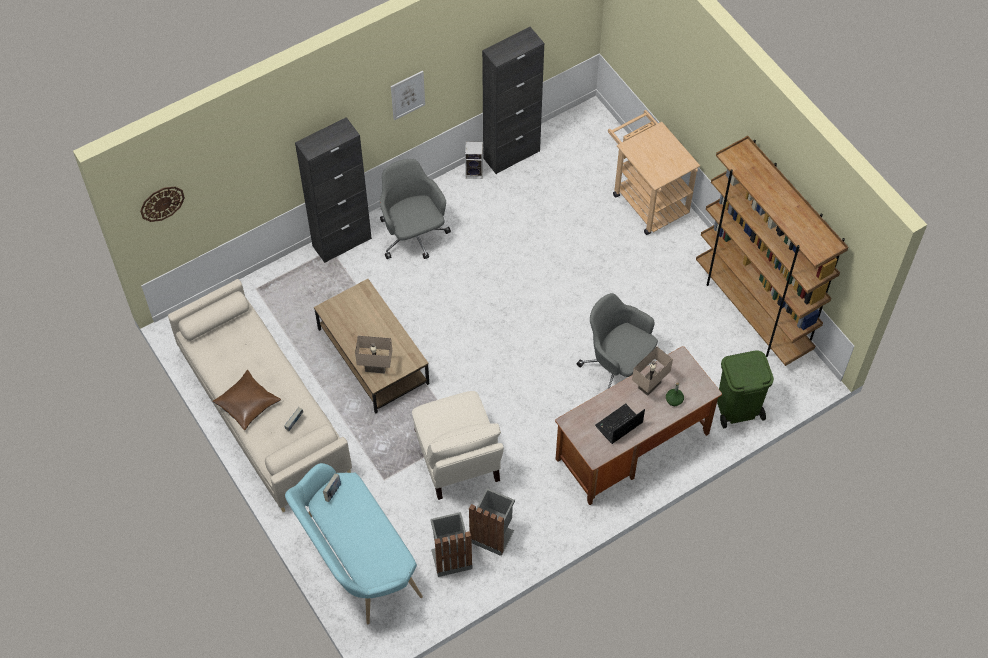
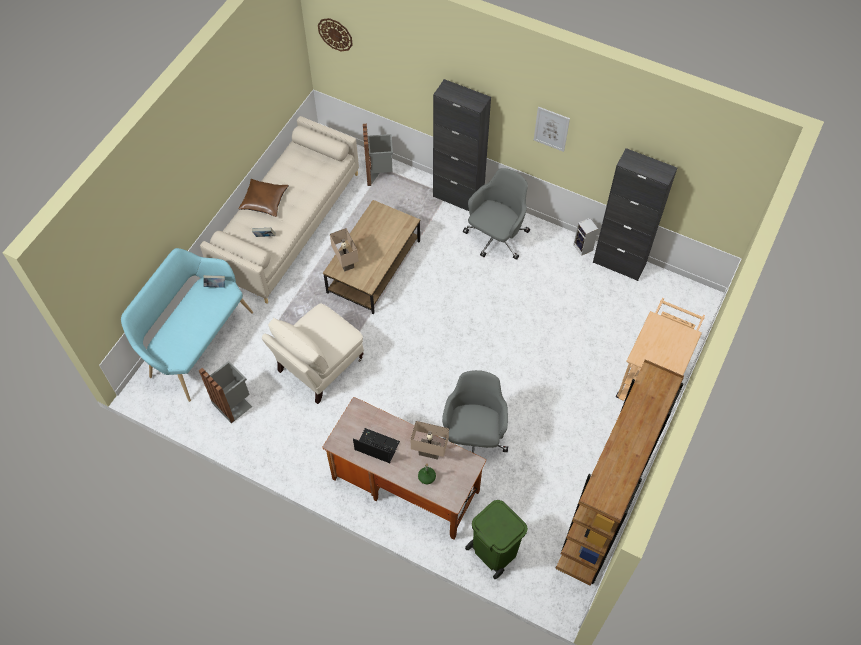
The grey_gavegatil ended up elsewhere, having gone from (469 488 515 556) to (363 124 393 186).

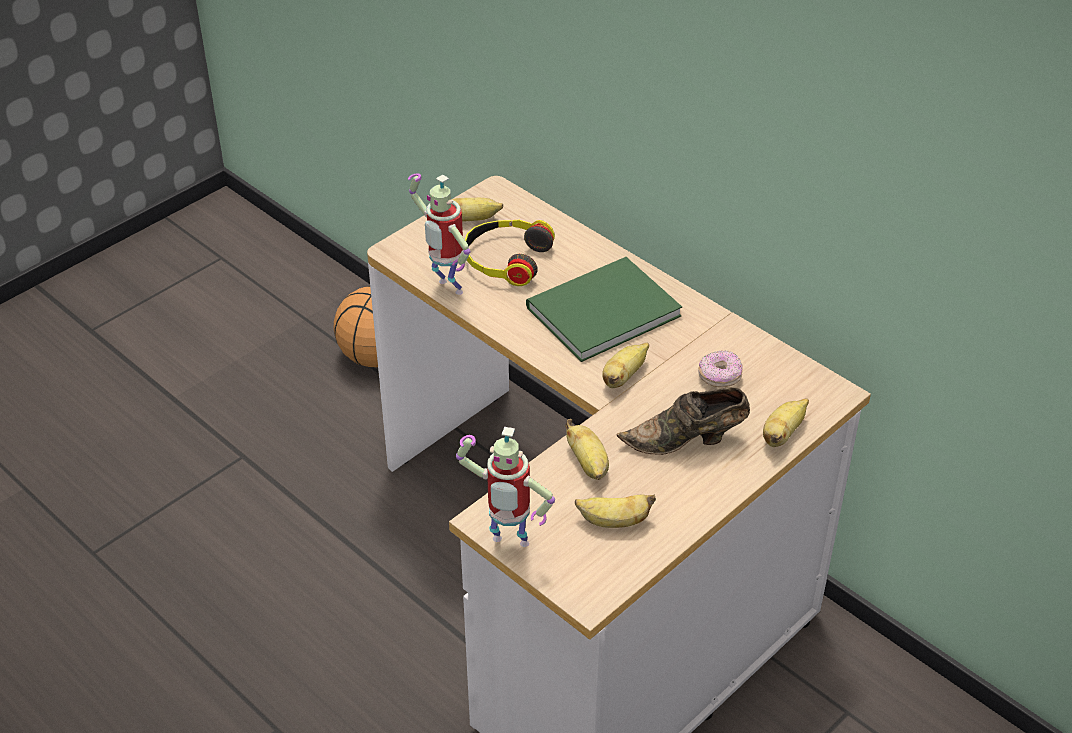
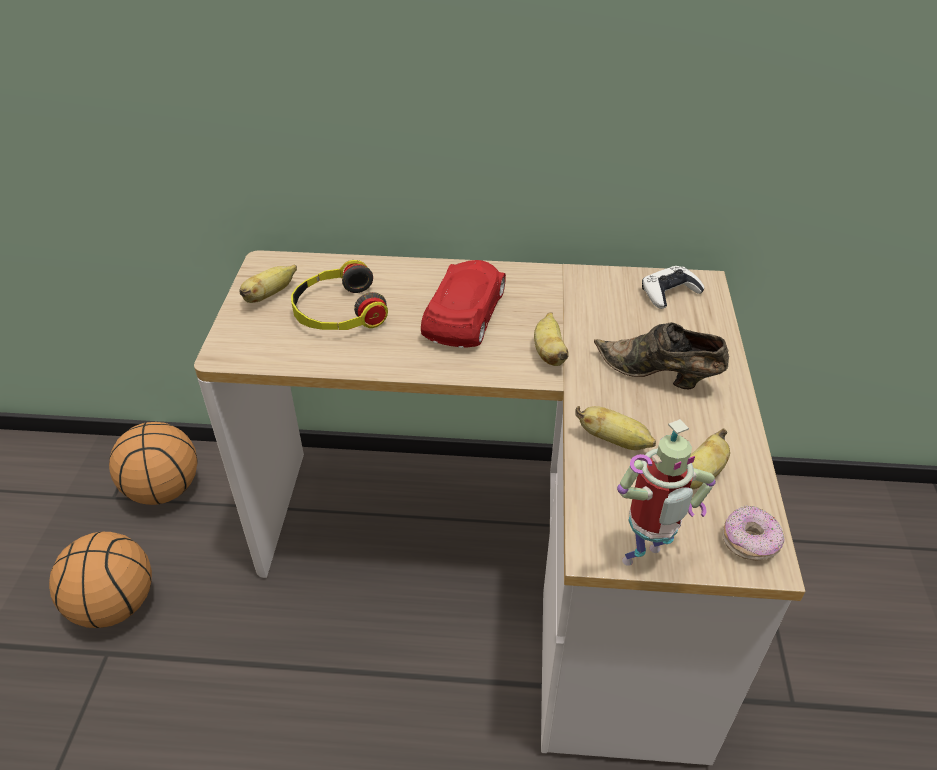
The second view lost the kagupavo at (408 173 471 295).
The second view lost the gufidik at (763 398 809 447).
The second view gained the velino at (49 532 152 628).
The second view gained the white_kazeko at (642 266 704 309).
The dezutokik ended up elsewhere, having gone from (698 350 743 387) to (722 506 785 561).
Where the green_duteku stood at (526 257 682 362), the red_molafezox came to stand at (421 260 506 348).
The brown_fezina at (617 387 750 455) ended up facing another way, 75 degrees clockwise from before.

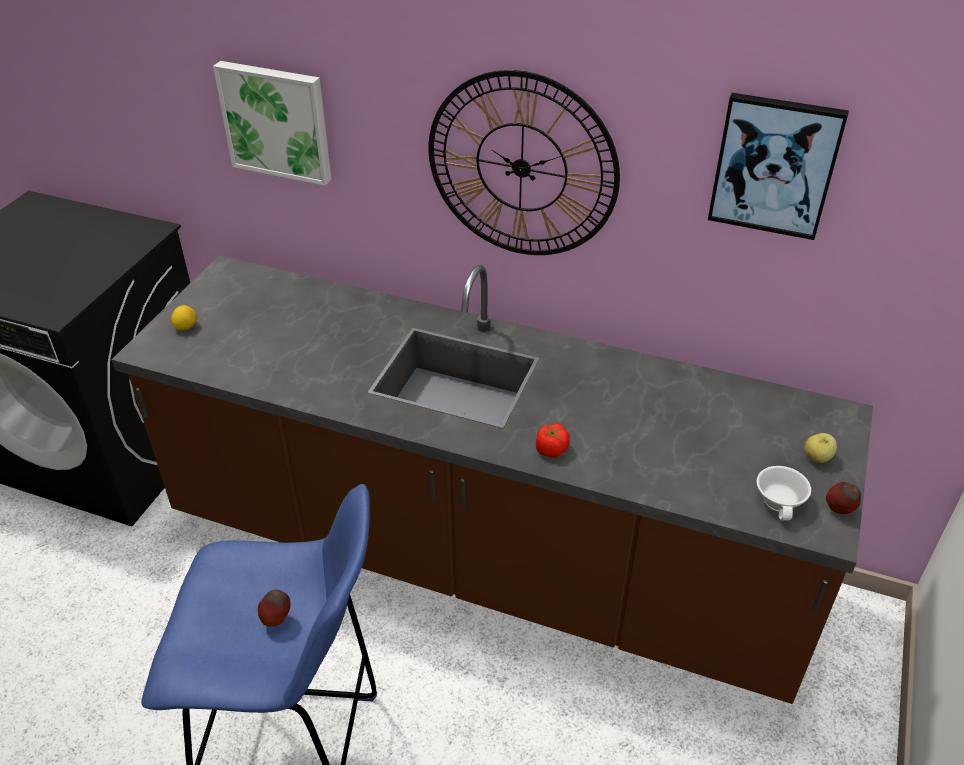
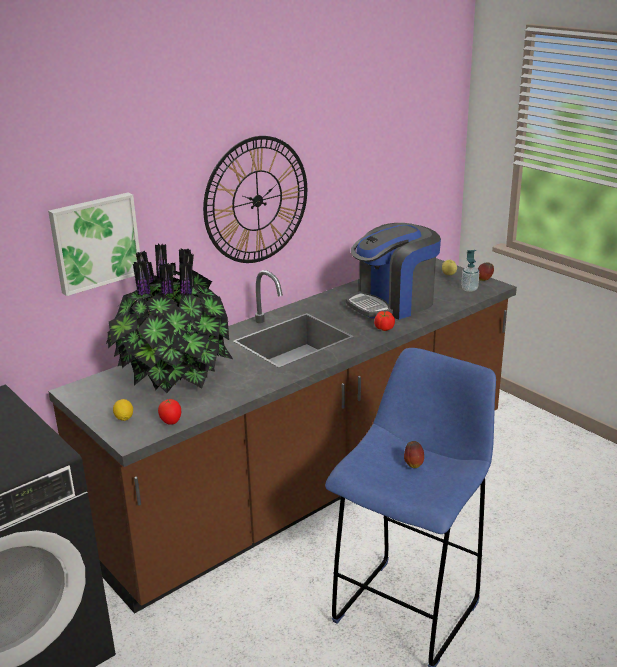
The second view lost the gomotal at (708 93 849 240).
The second view gained the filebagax at (106 243 233 393).
The second view gained the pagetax at (158 399 181 425).
The second view gained the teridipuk at (346 223 441 319).
Where the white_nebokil stood at (757 466 811 521), the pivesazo came to stand at (461 250 479 292).

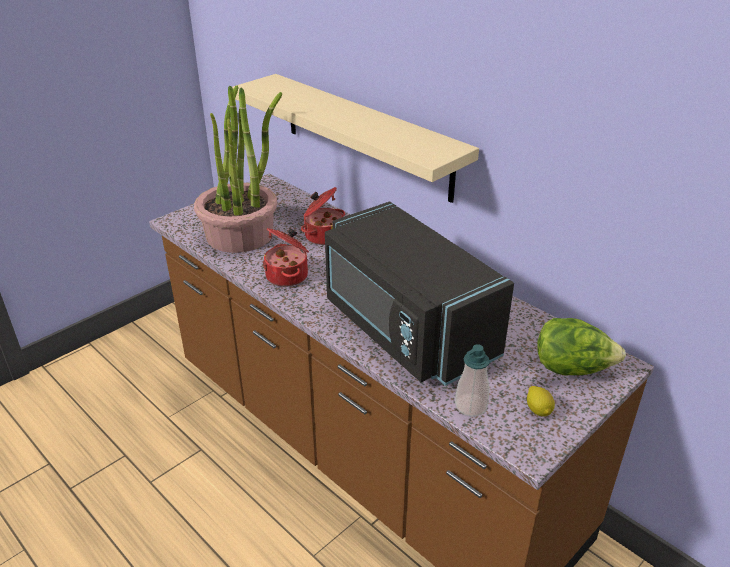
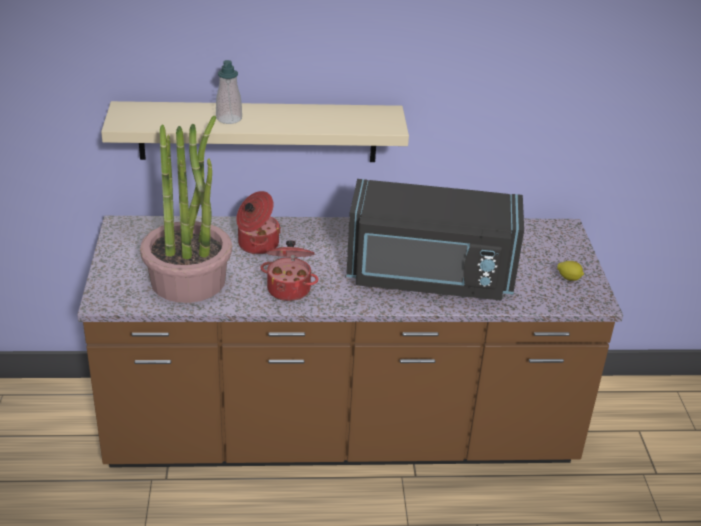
The second view lost the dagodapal at (538 318 626 375).
The pivesazo ended up elsewhere, having gone from (455 344 490 417) to (216 60 242 124).

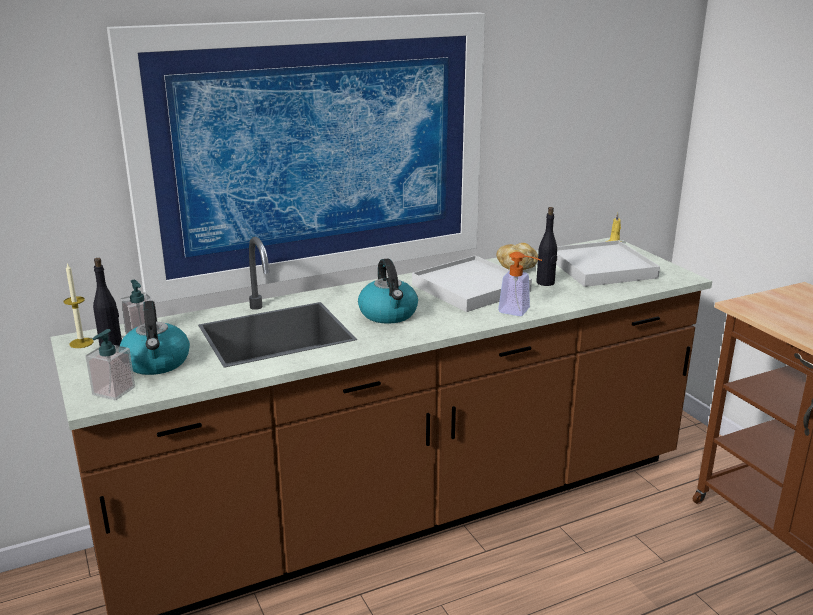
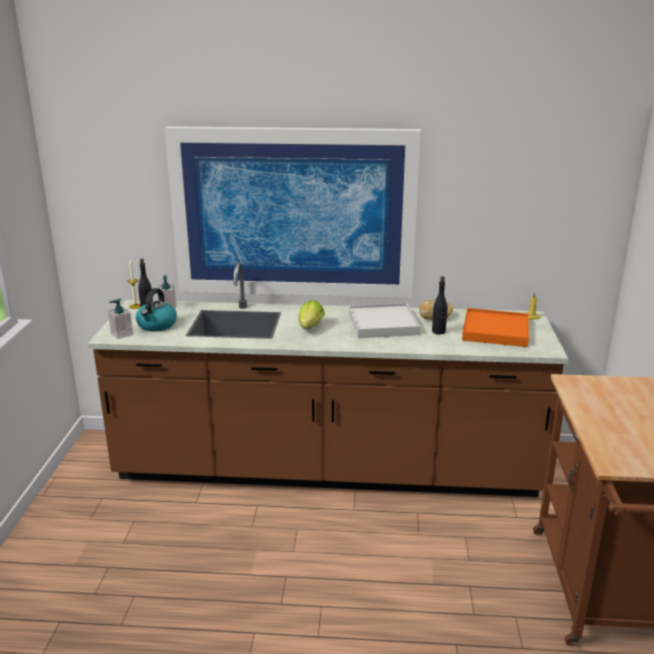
The second view lost the pivesazo at (498 252 542 316).
Where the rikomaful stood at (358 258 418 324), the dagodapal came to stand at (299 300 325 329).
What was the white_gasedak at (556 240 660 287) turned into the orange_gasedak at (462 308 529 347).

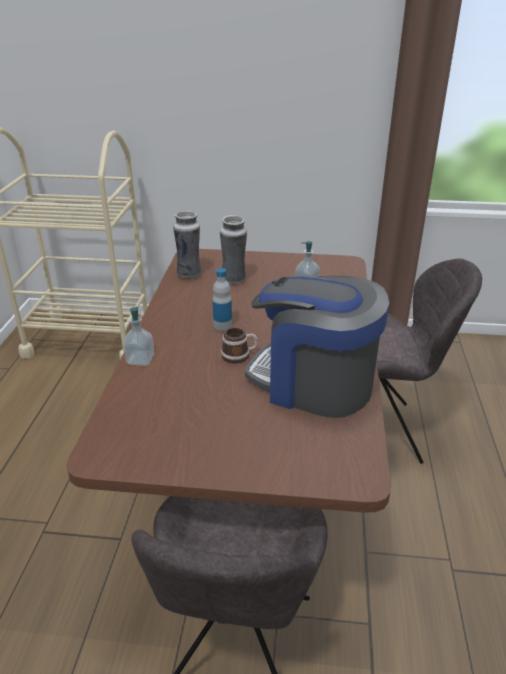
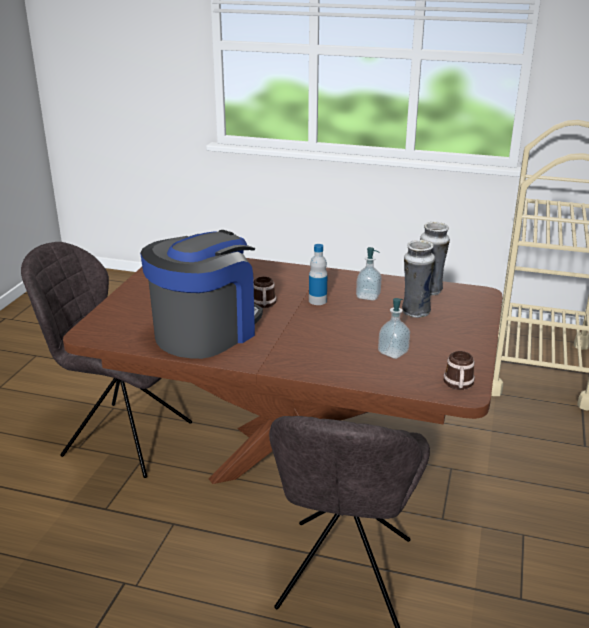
The second view gained the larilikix at (444 351 475 390).
The pivesazo ended up elsewhere, having gone from (123 307 154 366) to (356 247 382 301).

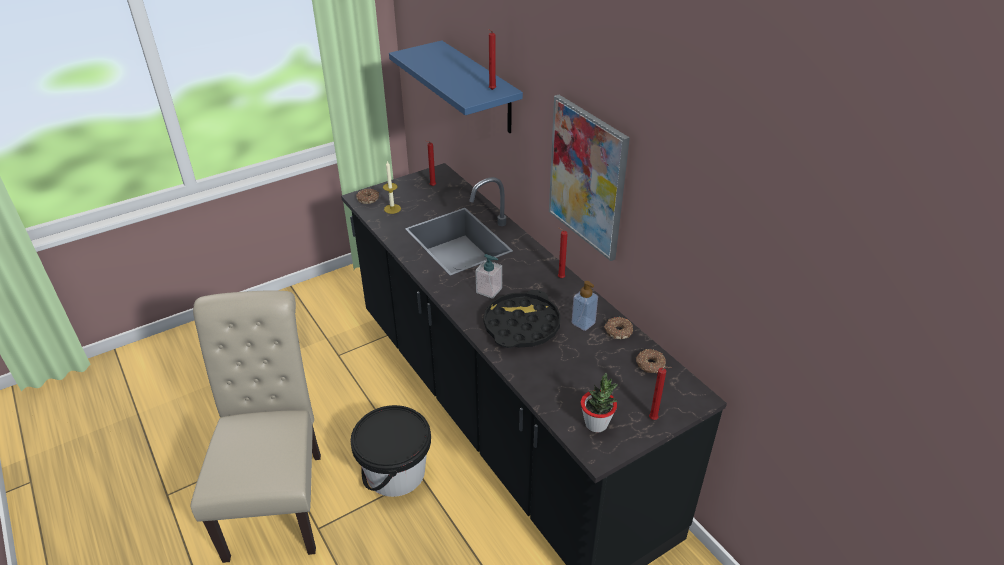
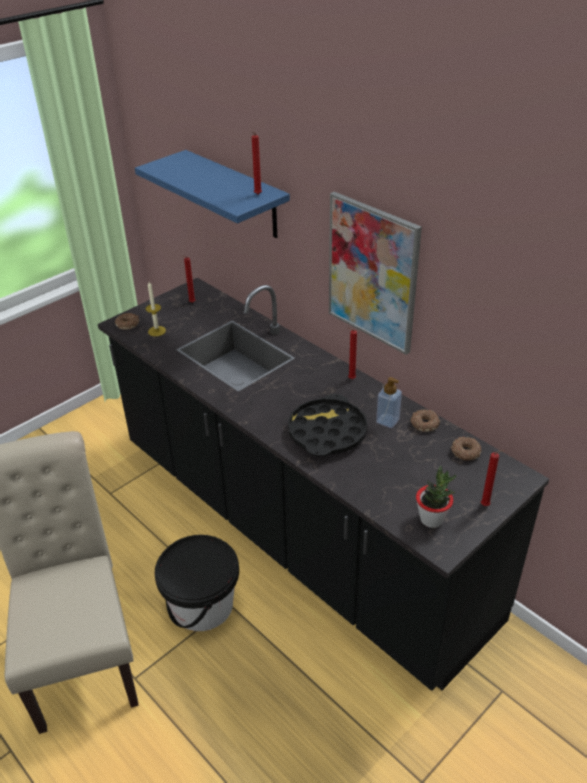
The second view lost the pivesazo at (475 254 502 299).

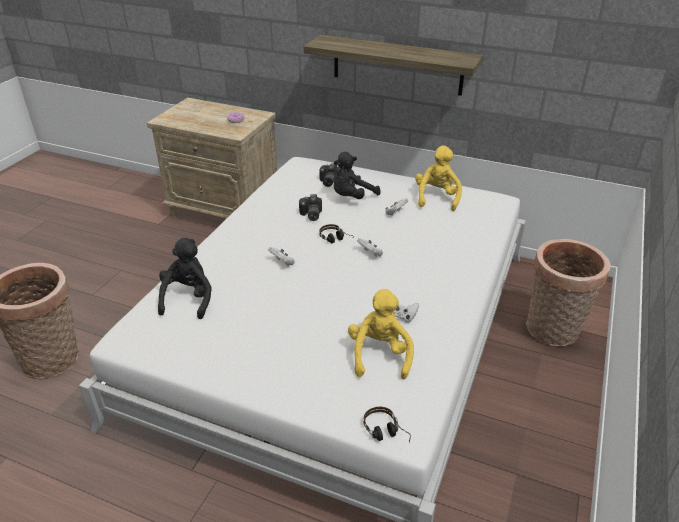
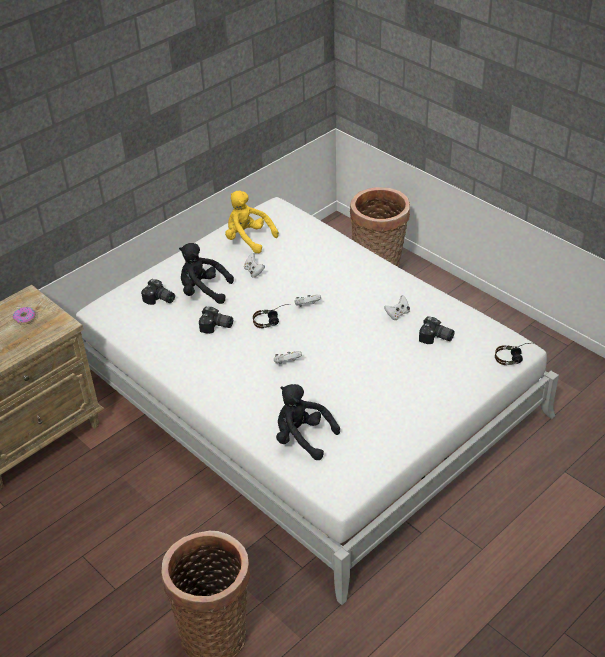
The second view lost the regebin at (304 35 483 96).
Where the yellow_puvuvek stood at (348 289 414 379), the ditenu came to stand at (419 316 455 344).
The black_puvuvek at (334 152 381 199) ended up facing another way, 120 degrees clockwise from before.

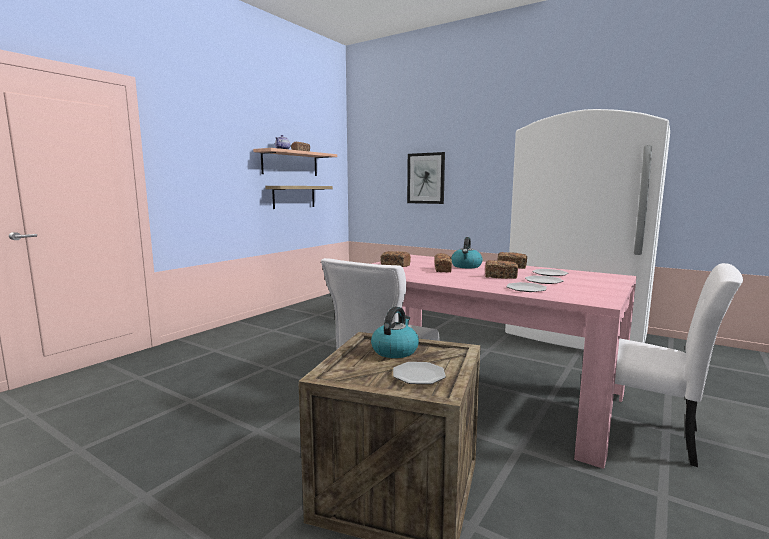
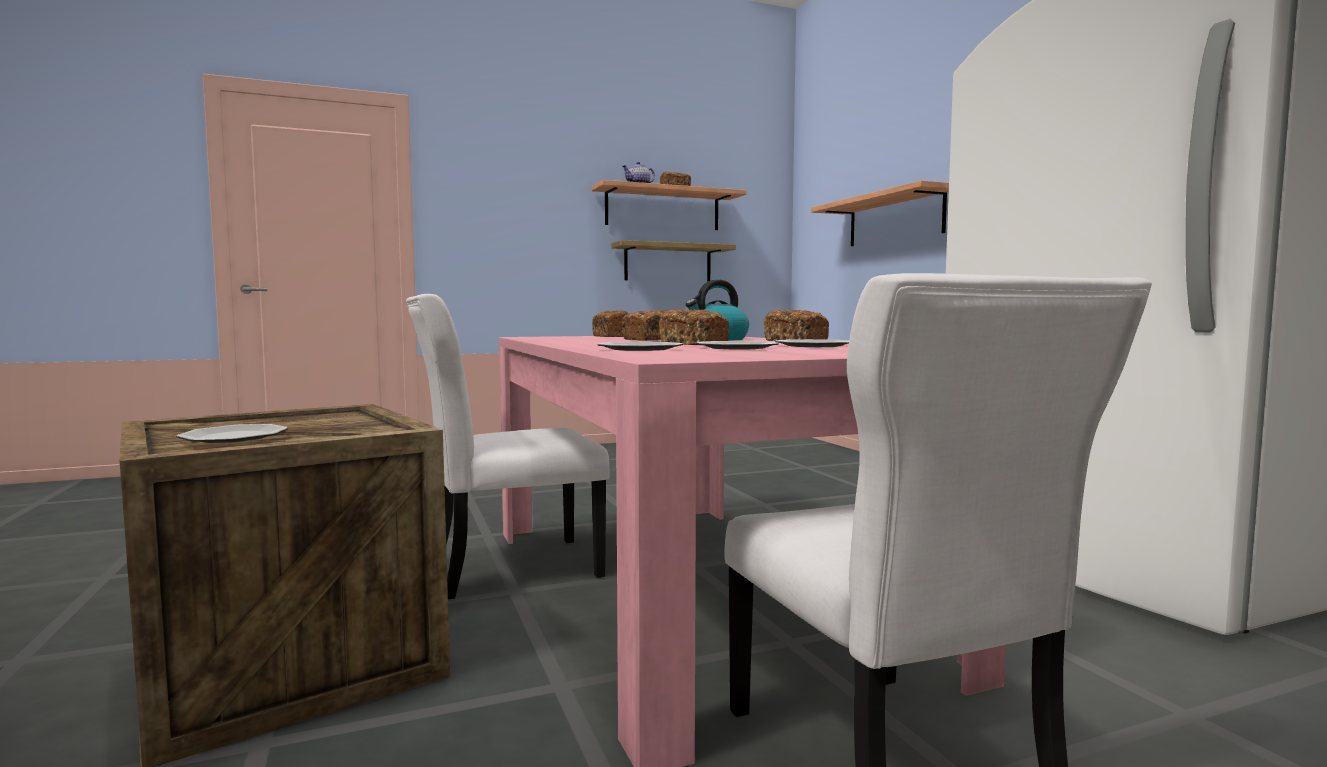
The second view lost the rikomaful at (371 307 419 358).
Where the gomotal hung at (407 152 445 204), the regebin came to hang at (811 180 949 246).

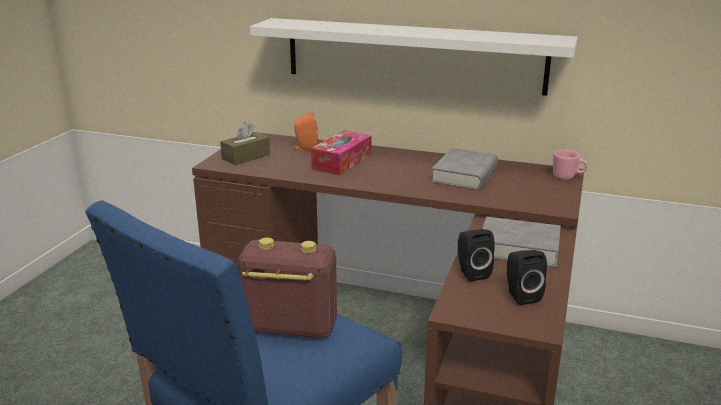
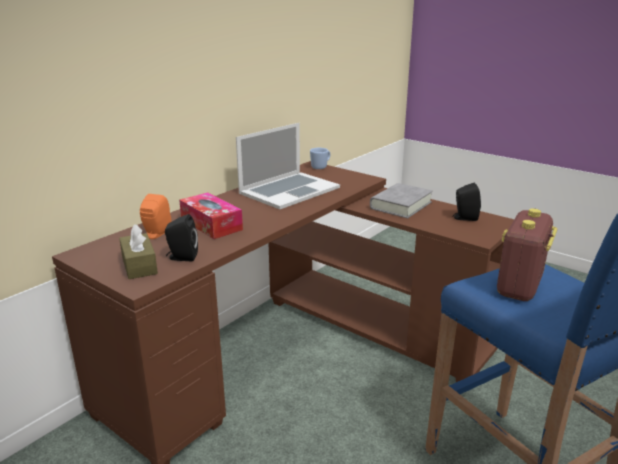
The second view lost the white_regebin at (250 18 578 96).
The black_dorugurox ended up elsewhere, having gone from (458 229 495 282) to (165 214 198 261).
Where the grey_duteku stood at (431 148 498 190), the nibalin came to stand at (236 123 340 209).
What was the pink_larilikix at (553 149 588 180) turned into the blue_larilikix at (310 148 330 169).

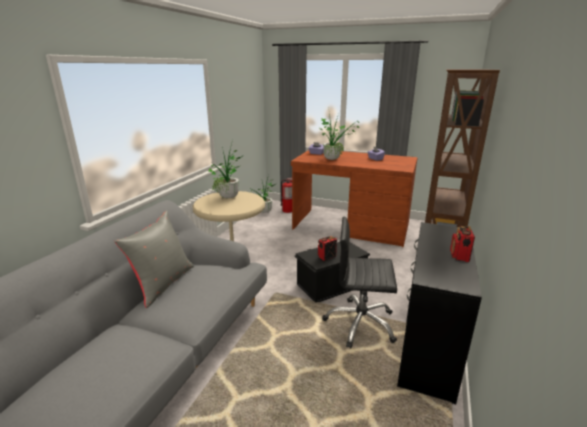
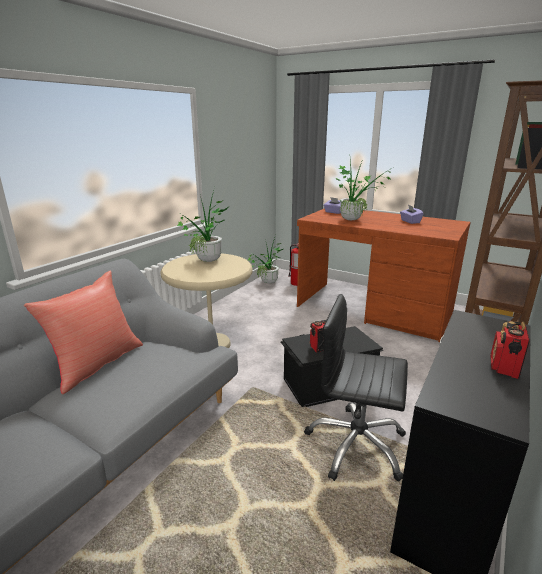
What was the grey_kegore at (114 210 194 308) turned into the red_kegore at (24 270 143 394).

